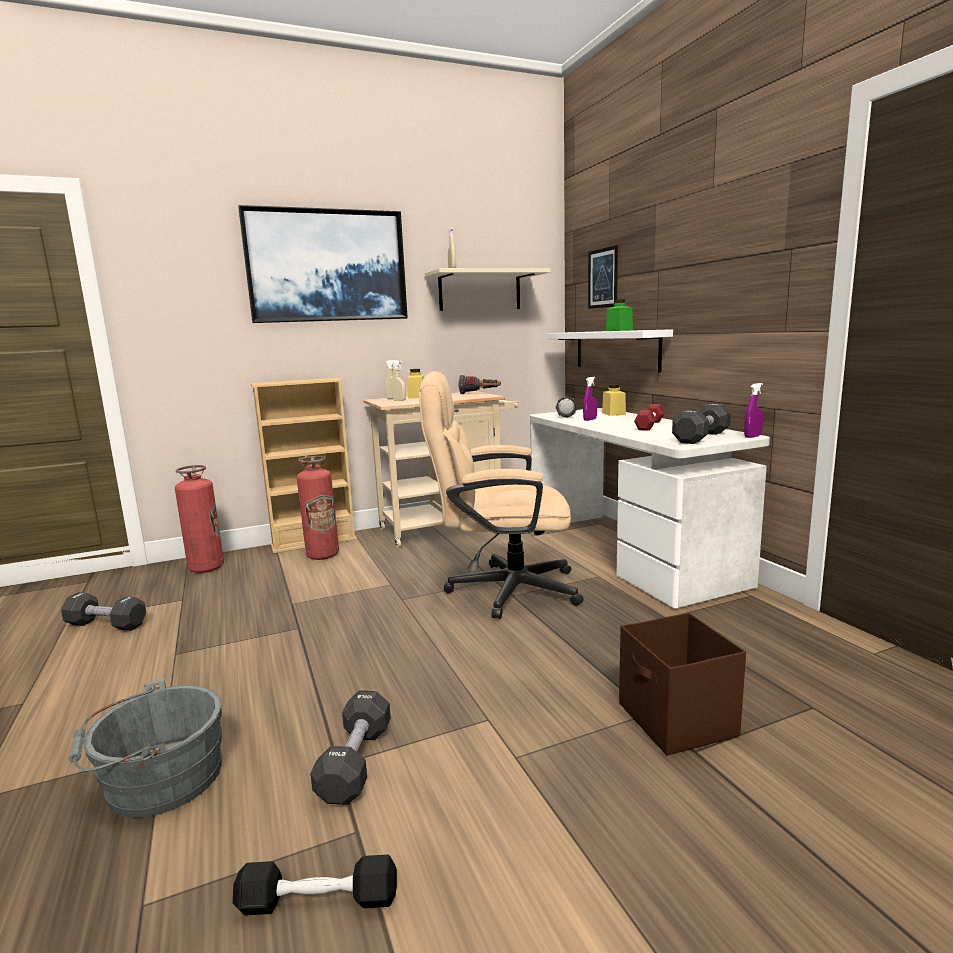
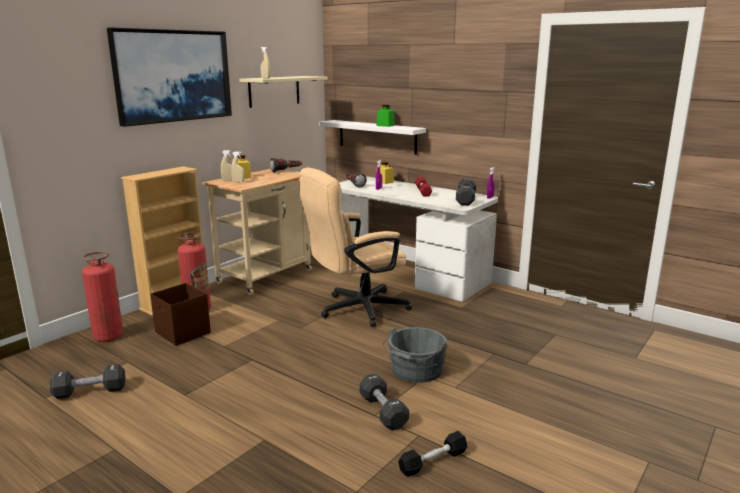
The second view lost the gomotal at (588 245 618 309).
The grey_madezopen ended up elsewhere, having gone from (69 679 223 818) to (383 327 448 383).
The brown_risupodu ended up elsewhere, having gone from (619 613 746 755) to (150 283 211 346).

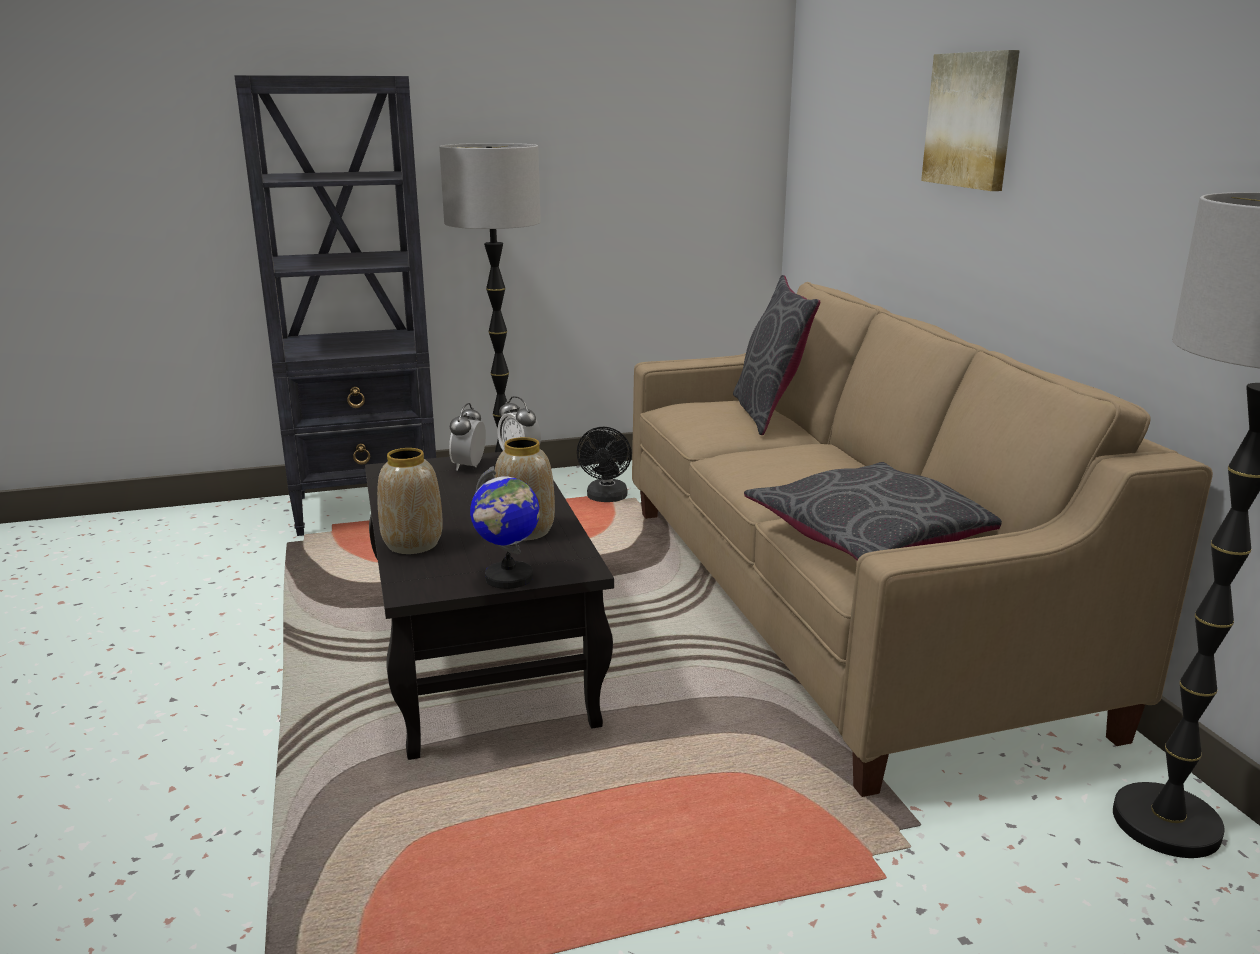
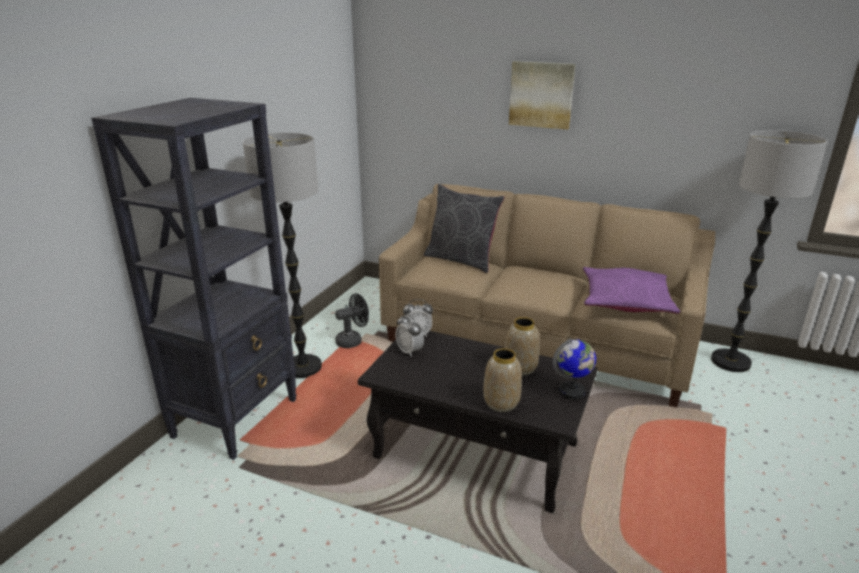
What was the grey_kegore at (744 462 1002 561) turned into the purple_kegore at (583 267 680 314).
The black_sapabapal at (577 427 632 502) ended up facing another way, 75 degrees counterclockwise from before.

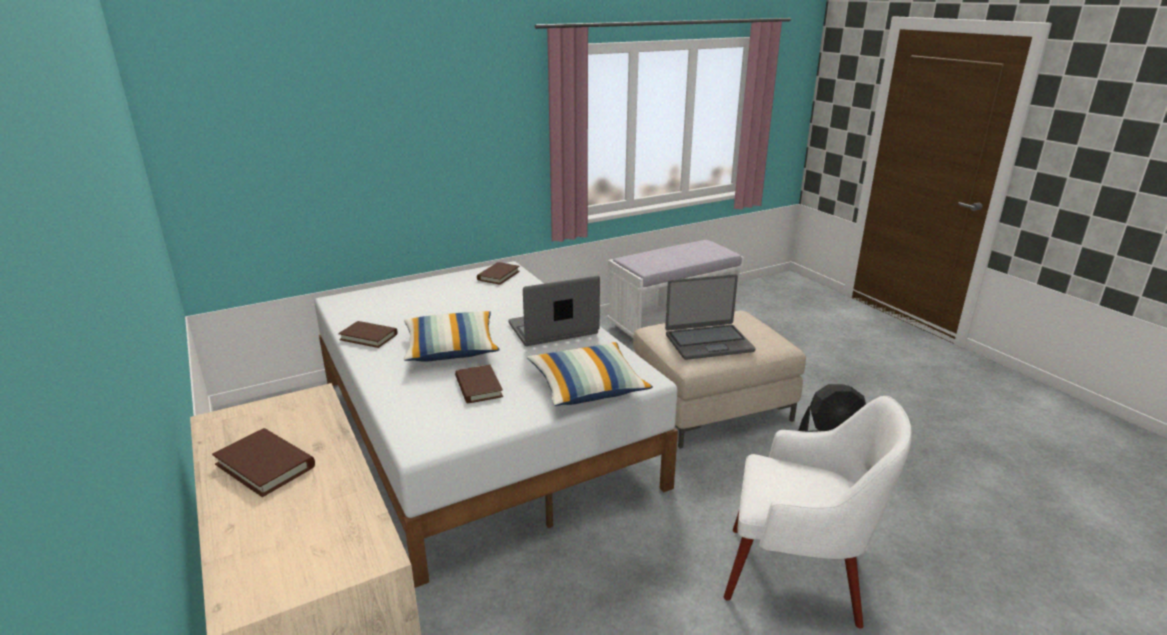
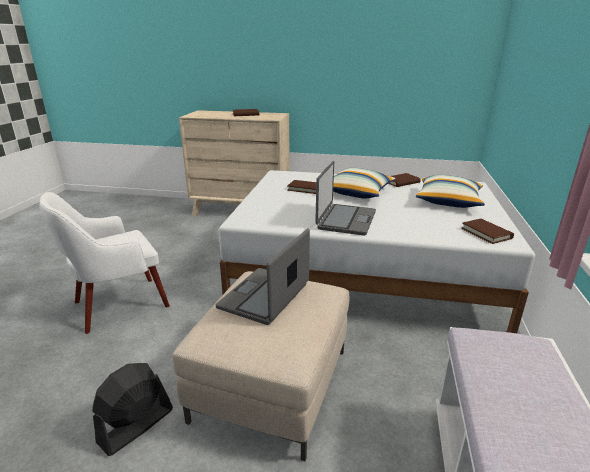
The kegore ended up elsewhere, having gone from (527 342 653 406) to (416 175 485 208).

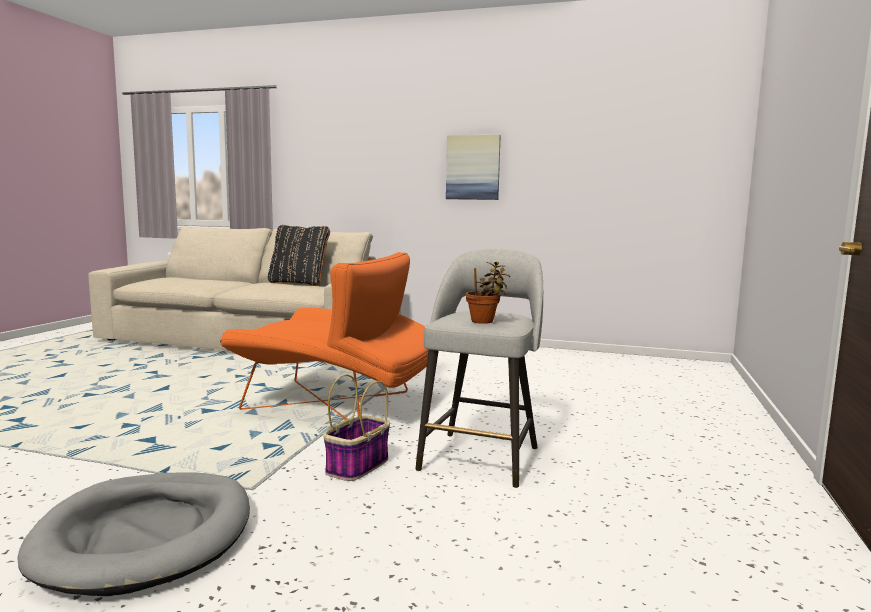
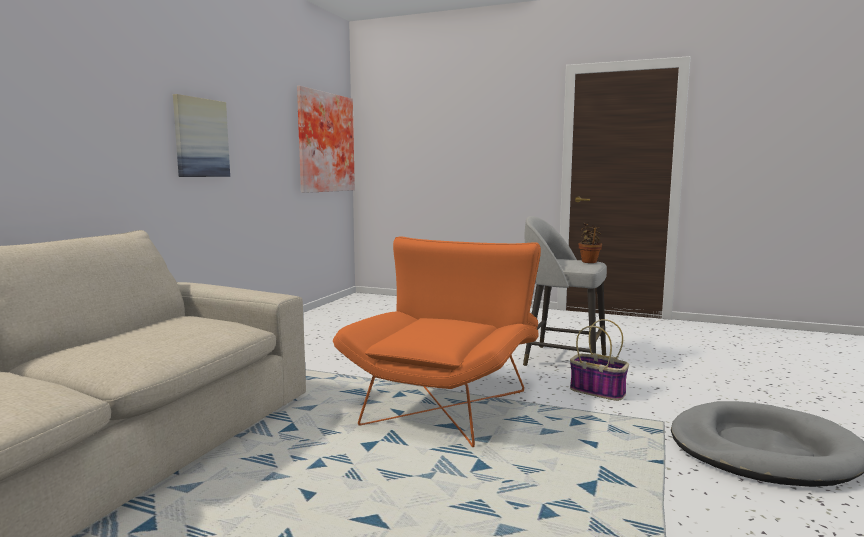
The second view lost the black_kegore at (268 225 330 286).
The second view gained the gomotal at (297 86 355 193).

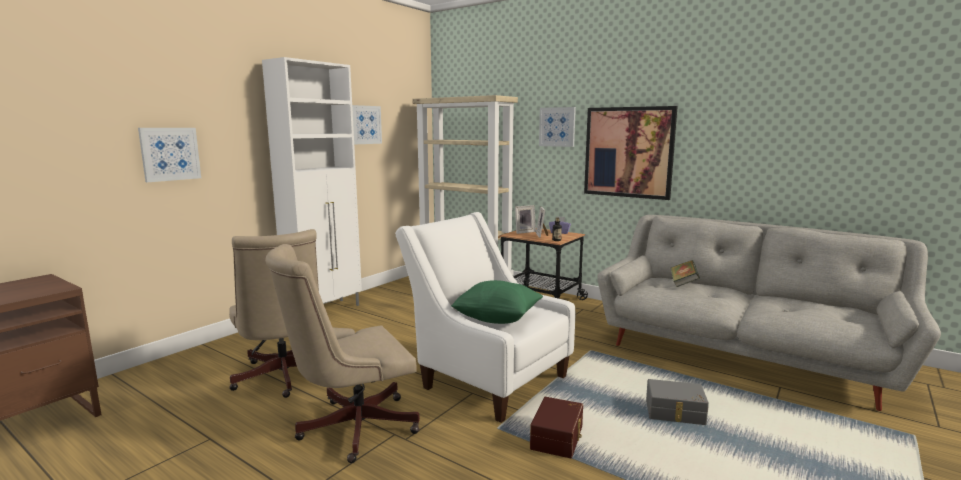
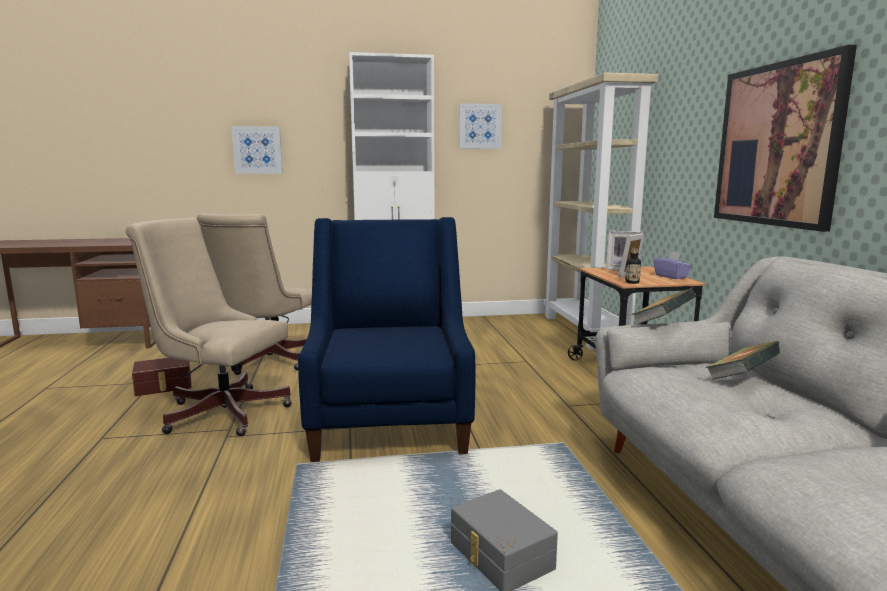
The second view lost the green_kegore at (451 280 543 324).
The second view lost the gomotal at (539 107 576 147).
The second view gained the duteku at (632 288 696 325).
The brown_risupodu ended up elsewhere, having gone from (530 397 583 458) to (132 358 192 396).
What was the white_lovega at (395 212 575 423) turned into the blue_lovega at (298 217 475 462).

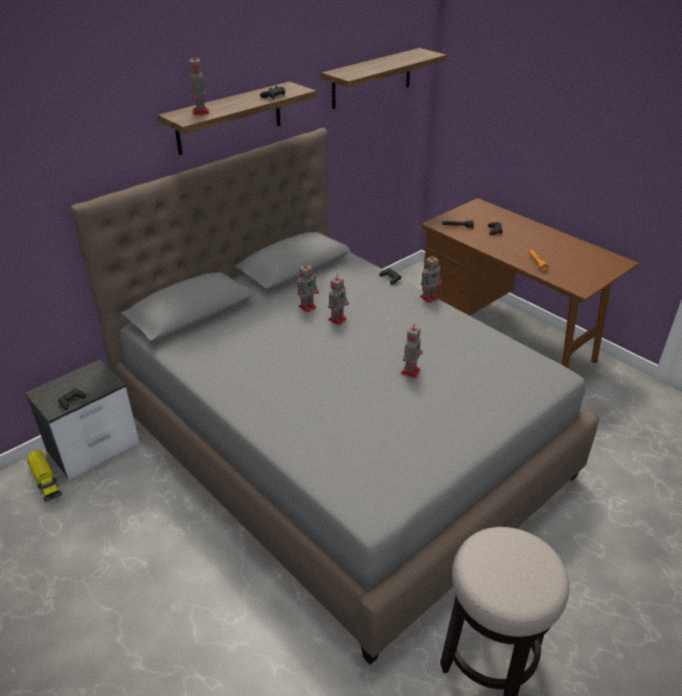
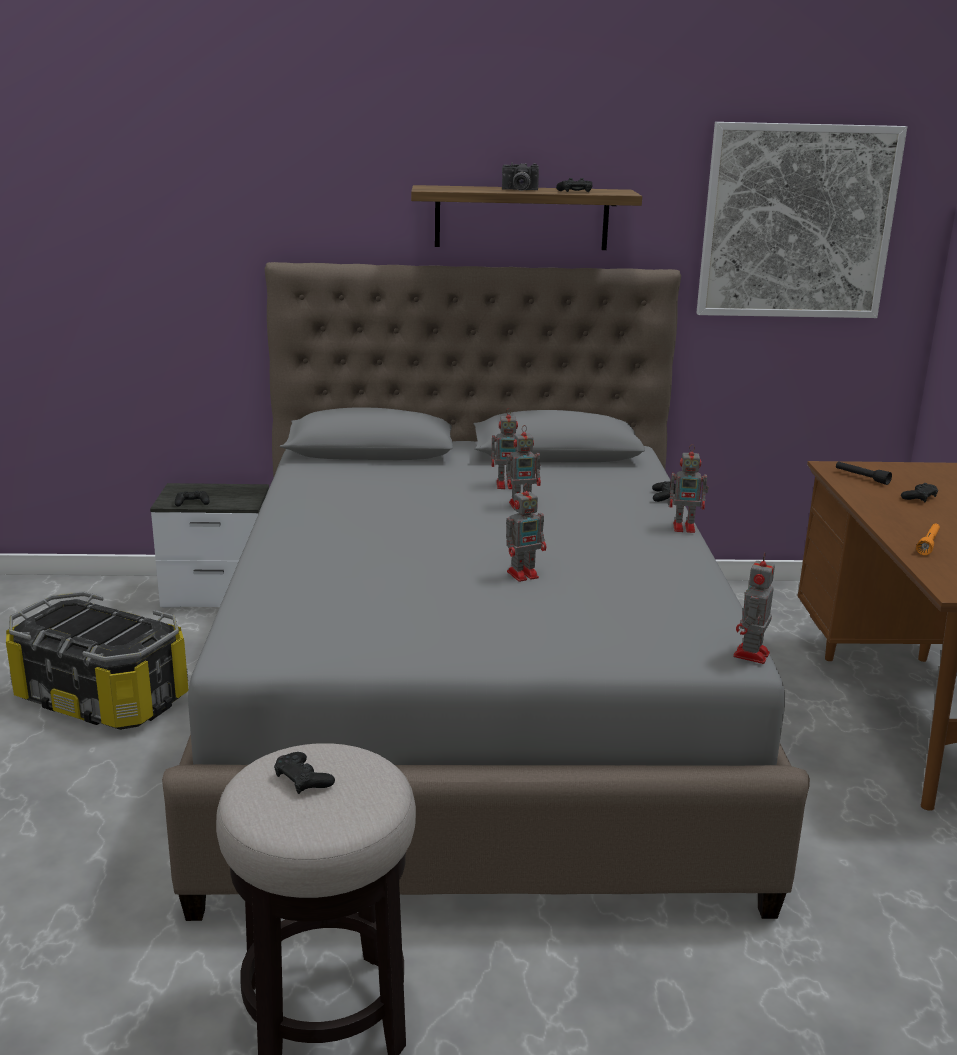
The second view lost the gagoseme at (27 450 62 502).
The second view gained the risupodu at (6 592 188 730).
The second view gained the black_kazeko at (274 752 335 794).
The second view gained the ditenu at (502 163 539 191).
The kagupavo ended up elsewhere, having gone from (189 57 210 115) to (733 552 775 664).
Where the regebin hung at (321 48 447 109), the gomotal came to hang at (696 122 907 318).

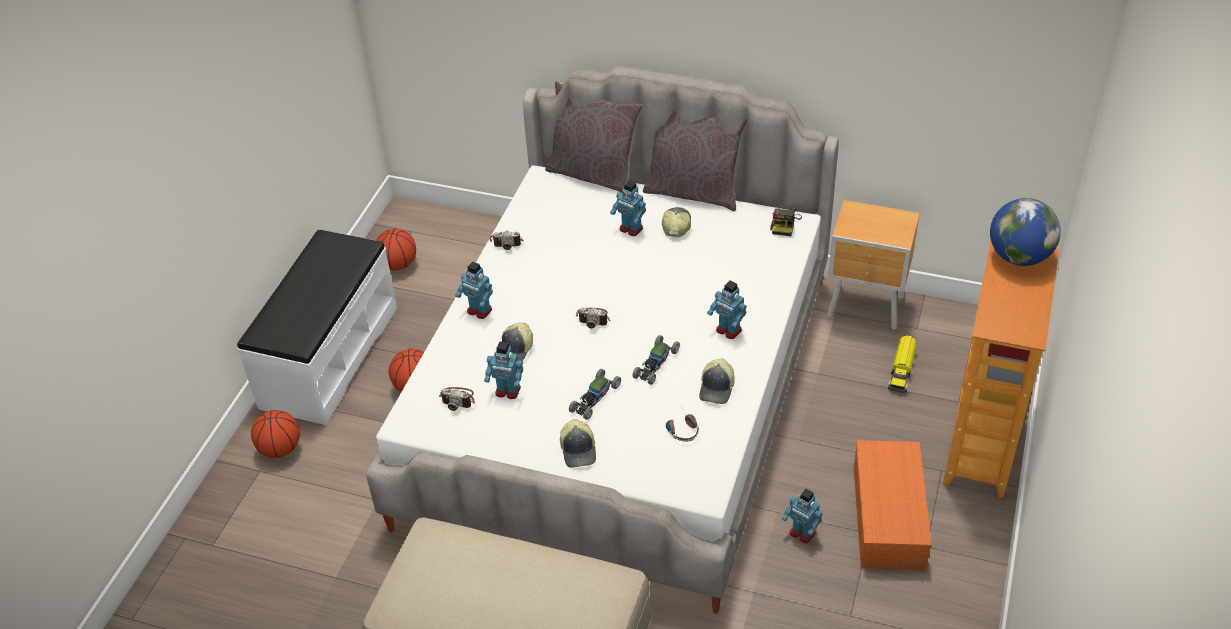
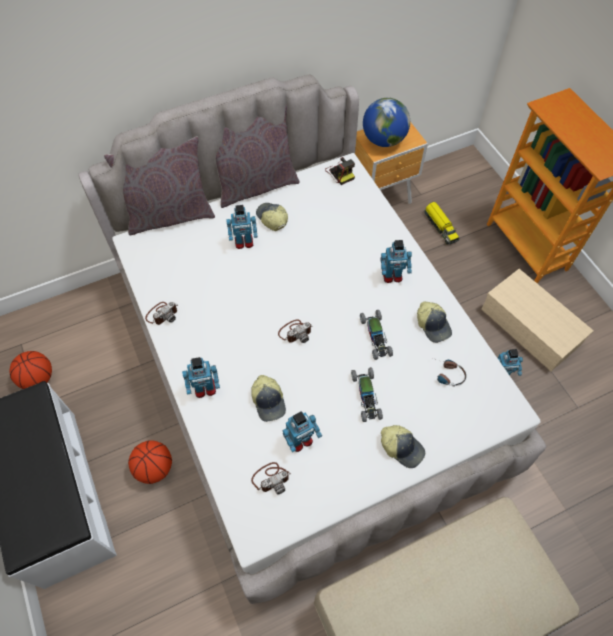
The second view lost the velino at (251 410 300 458).
The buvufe ended up elsewhere, having gone from (990 198 1061 266) to (363 98 410 147).
What was the orange_risupodu at (854 440 932 570) turned into the beige_risupodu at (481 269 594 371).

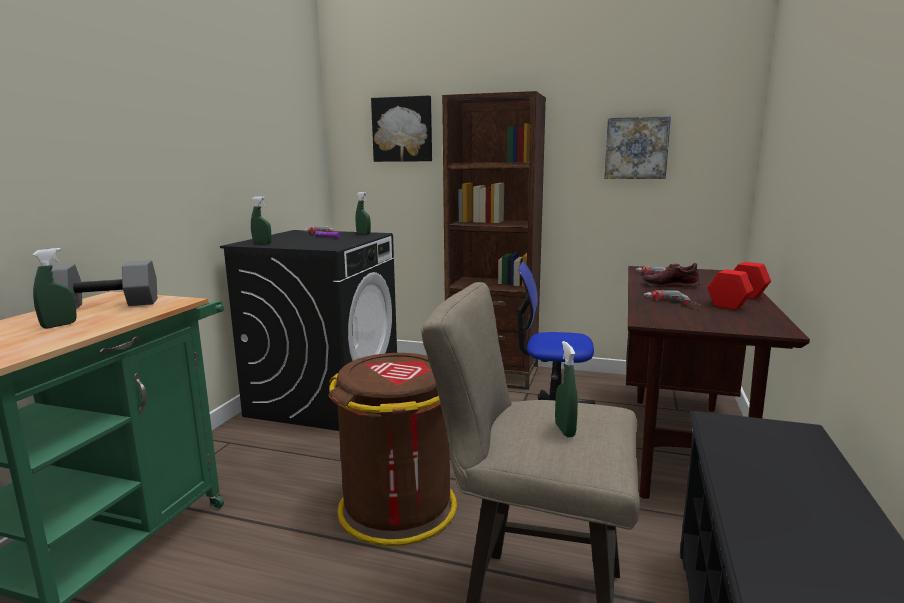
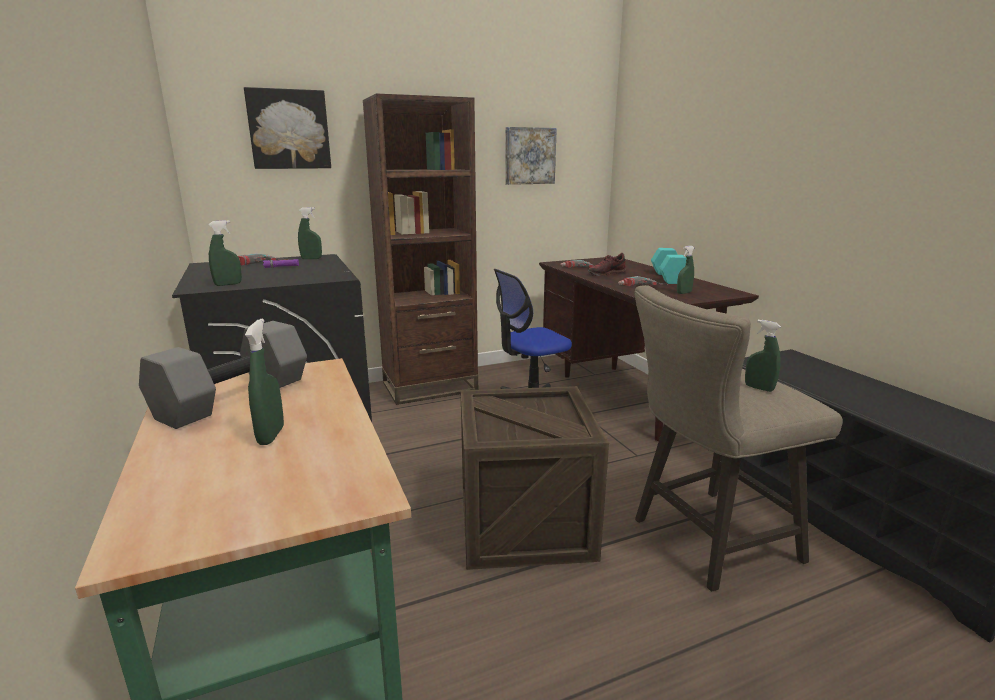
The second view gained the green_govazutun at (677 246 694 294).
Where the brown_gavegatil stood at (328 353 457 546), the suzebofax came to stand at (460 386 609 570).
What was the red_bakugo at (708 262 771 309) turned into the turquoise_bakugo at (651 248 687 284).

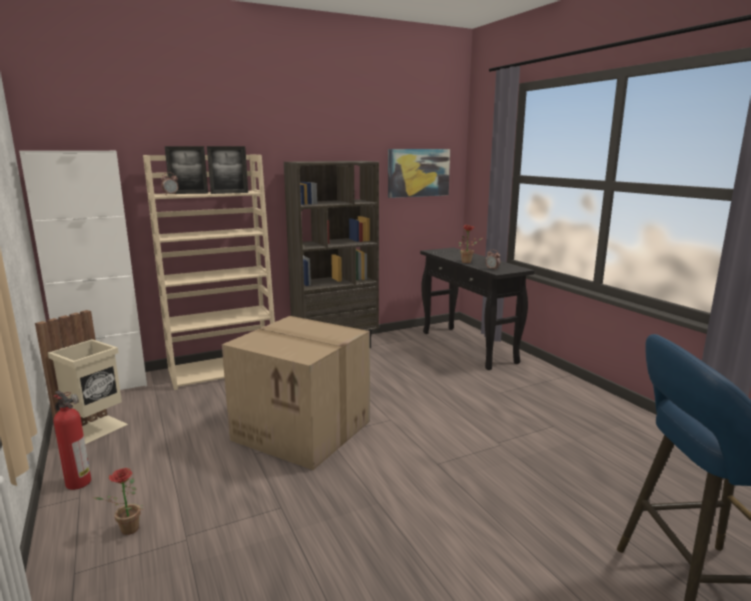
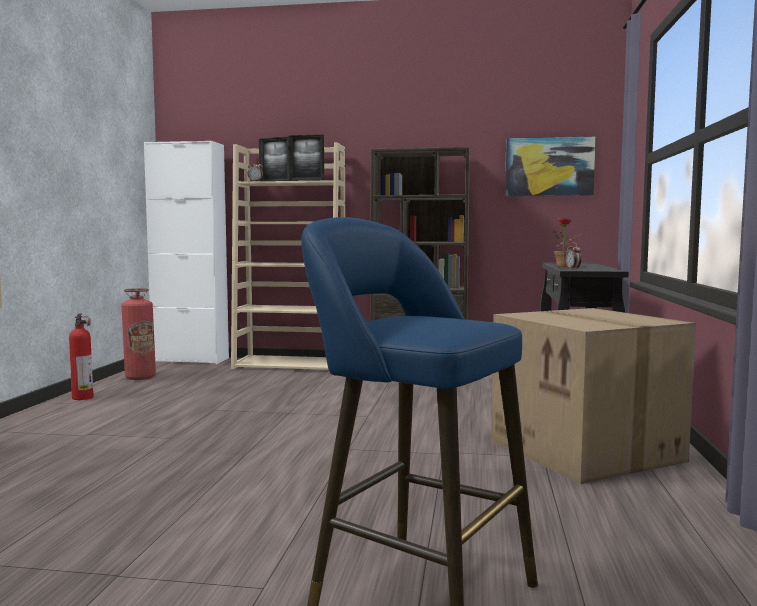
The second view lost the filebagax at (94 468 143 535).
The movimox ended up elsewhere, having gone from (222 316 370 470) to (491 308 696 484).
Where the beige_gavegatil stood at (35 310 128 444), the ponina came to stand at (121 288 156 380).

